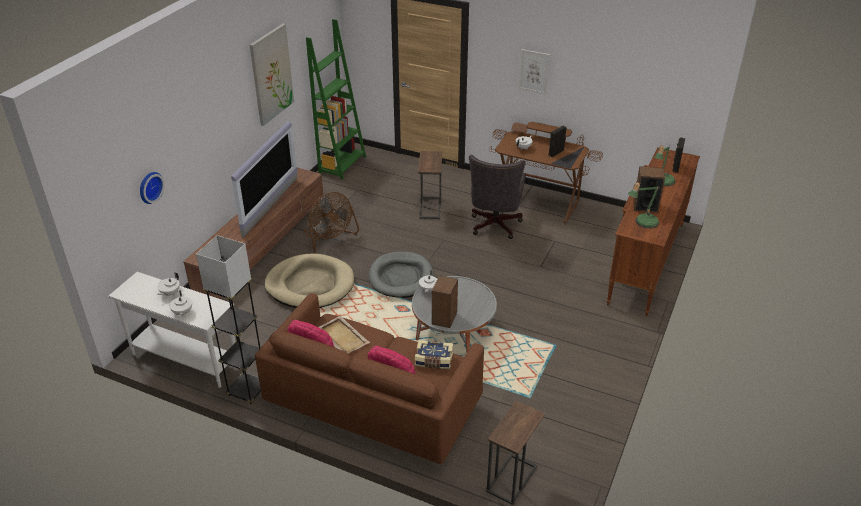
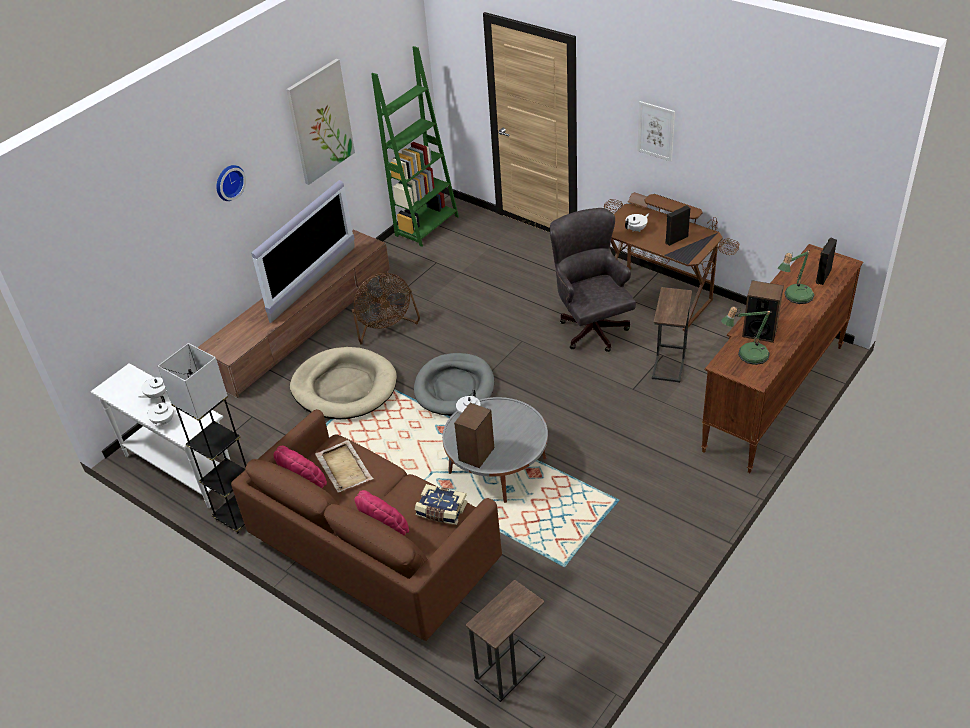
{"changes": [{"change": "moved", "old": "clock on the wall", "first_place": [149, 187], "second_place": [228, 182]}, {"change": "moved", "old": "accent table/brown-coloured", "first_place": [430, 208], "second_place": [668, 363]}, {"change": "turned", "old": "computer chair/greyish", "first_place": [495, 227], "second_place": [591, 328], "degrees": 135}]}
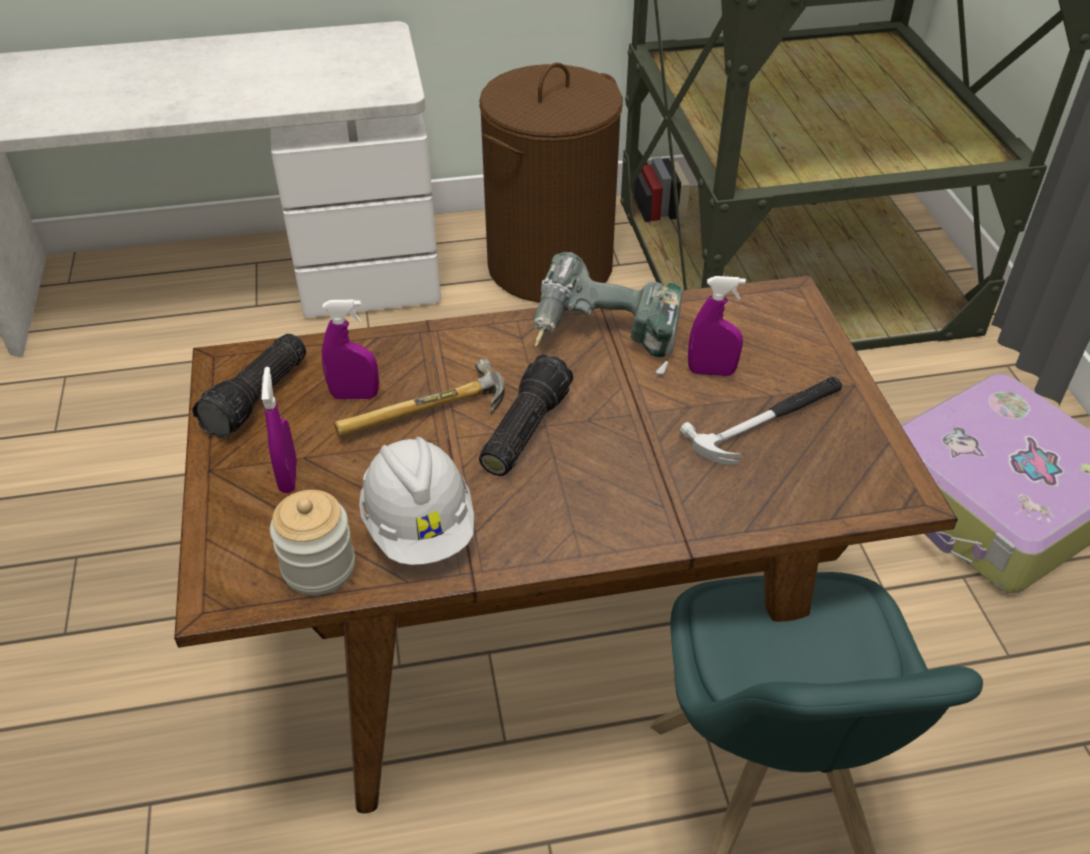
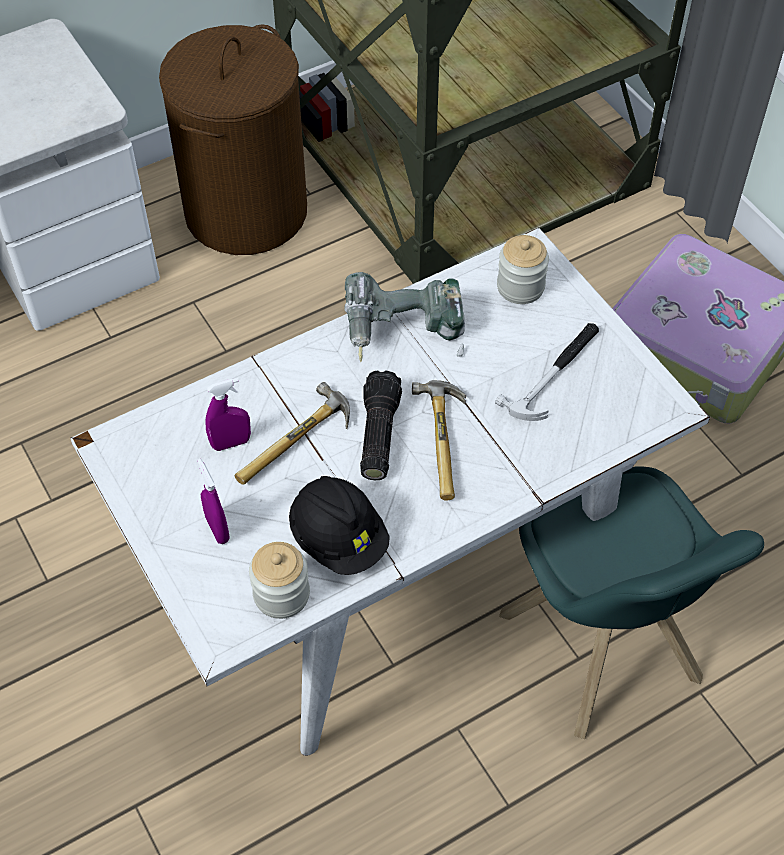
{"changes": [{"change": "removed", "old": "hand torch", "first_place": [258, 398]}, {"change": "removed", "old": "spray bottle/purple", "first_place": [711, 371]}, {"change": "added", "new": "tool hammer", "second_place": [448, 442]}, {"change": "added", "new": "jar", "second_place": [520, 287]}, {"change": "recoloured", "old": "kitchen table/brown-coloured", "new": "kitchen table/white", "first_place": [545, 645], "second_place": [392, 577]}, {"change": "recoloured", "old": "safety helmet/white", "new": "safety helmet/black", "first_place": [419, 526], "second_place": [338, 539]}]}
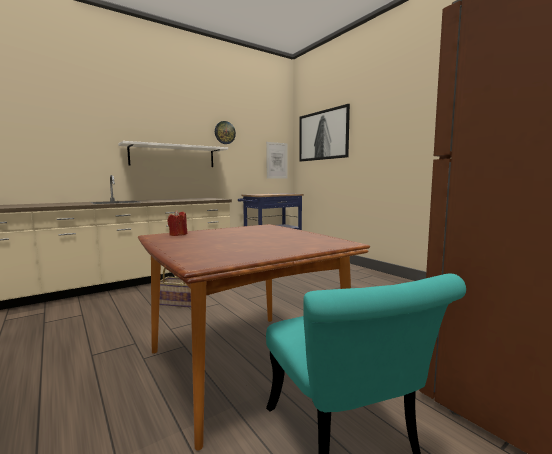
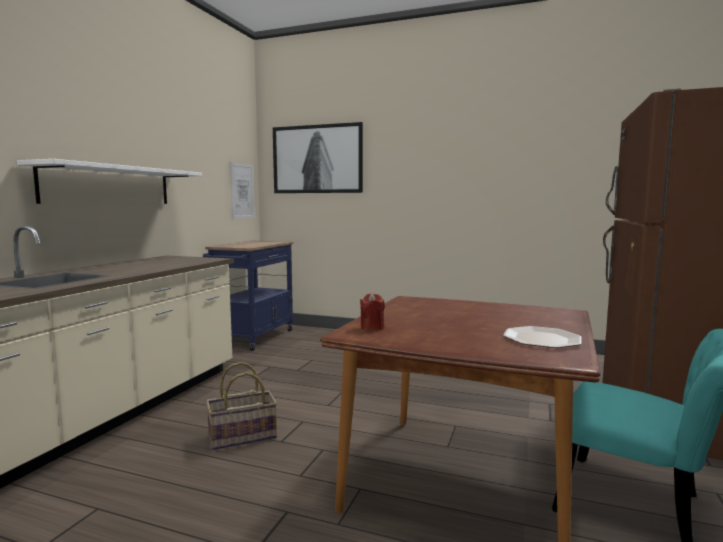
{"changes": [{"change": "removed", "old": "clock on the wall", "first_place": [224, 132]}, {"change": "added", "new": "flat dish", "second_place": [541, 339]}]}
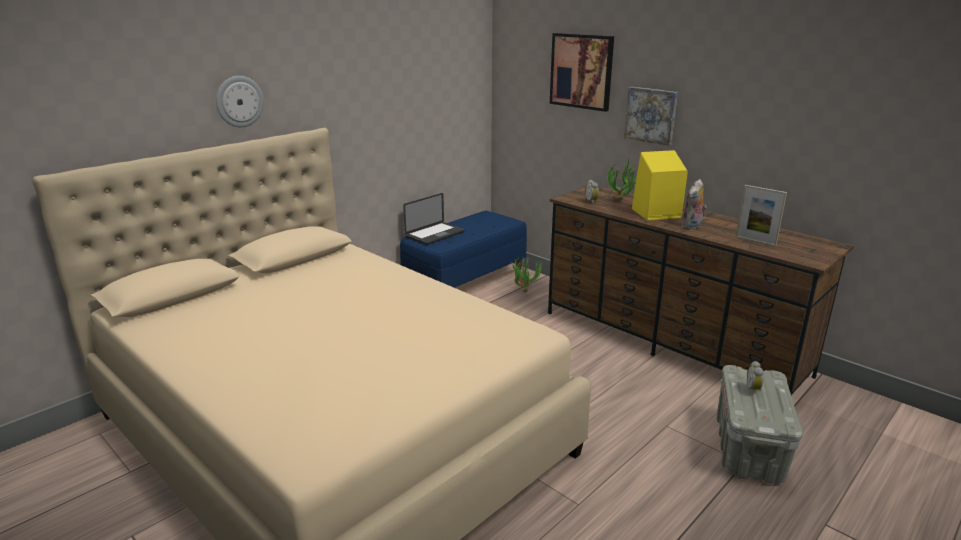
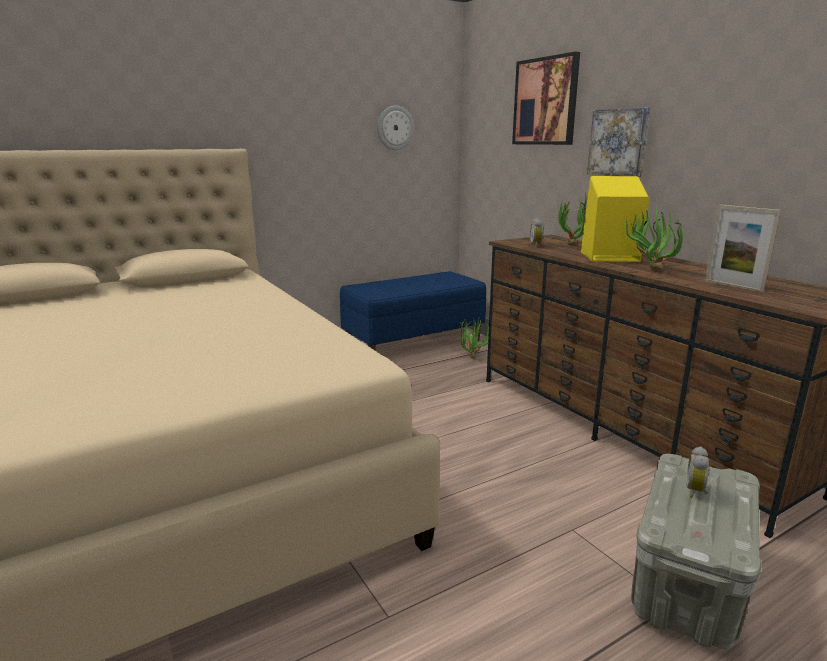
{"changes": [{"change": "removed", "old": "portable computer", "first_place": [435, 234]}, {"change": "moved", "old": "clock on the wall", "first_place": [239, 101], "second_place": [395, 128]}, {"change": "replaced", "old": "cuddly toy", "new": "plant in a pot", "first_place": [692, 227], "second_place": [649, 269]}]}
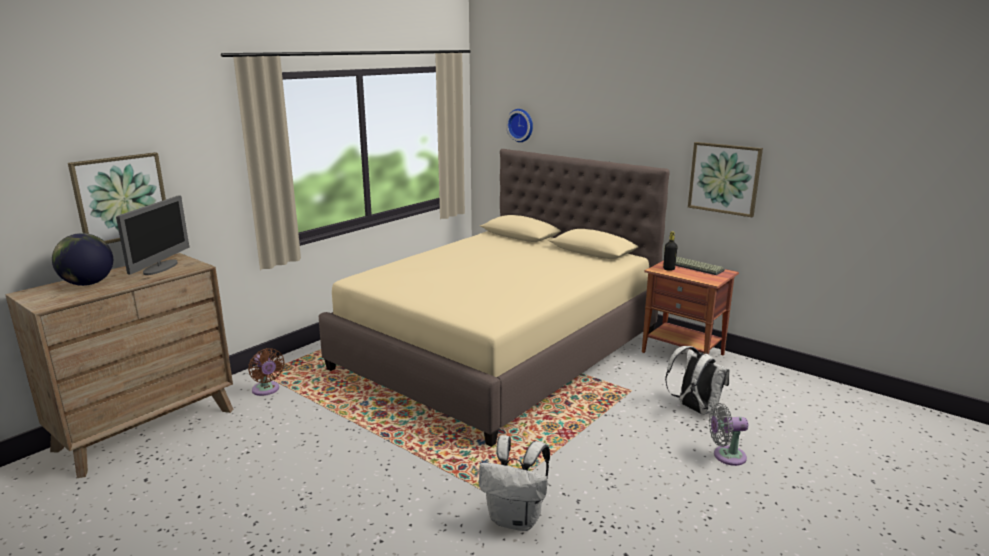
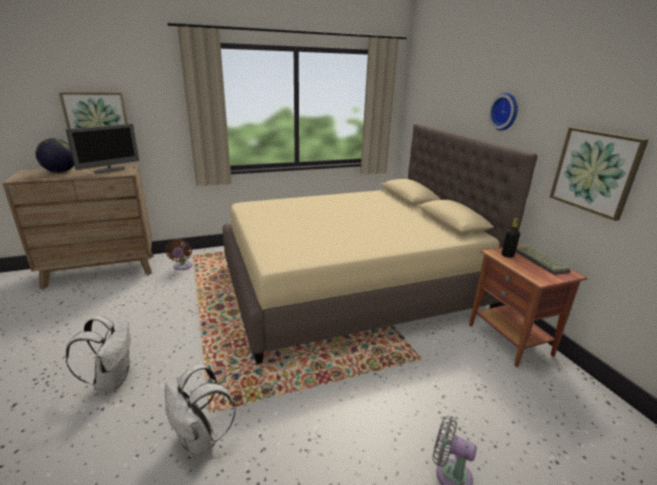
{"changes": [{"change": "moved", "old": "clock on the wall", "first_place": [521, 125], "second_place": [505, 111]}, {"change": "moved", "old": "knapsack/white", "first_place": [694, 409], "second_place": [112, 379]}]}
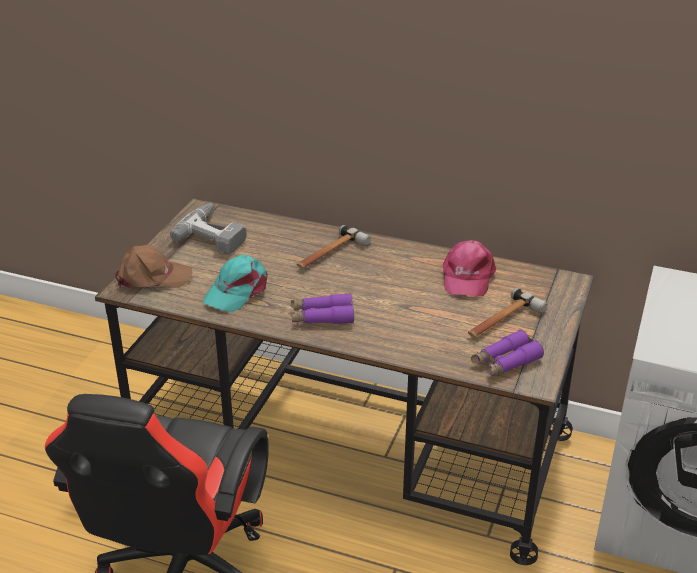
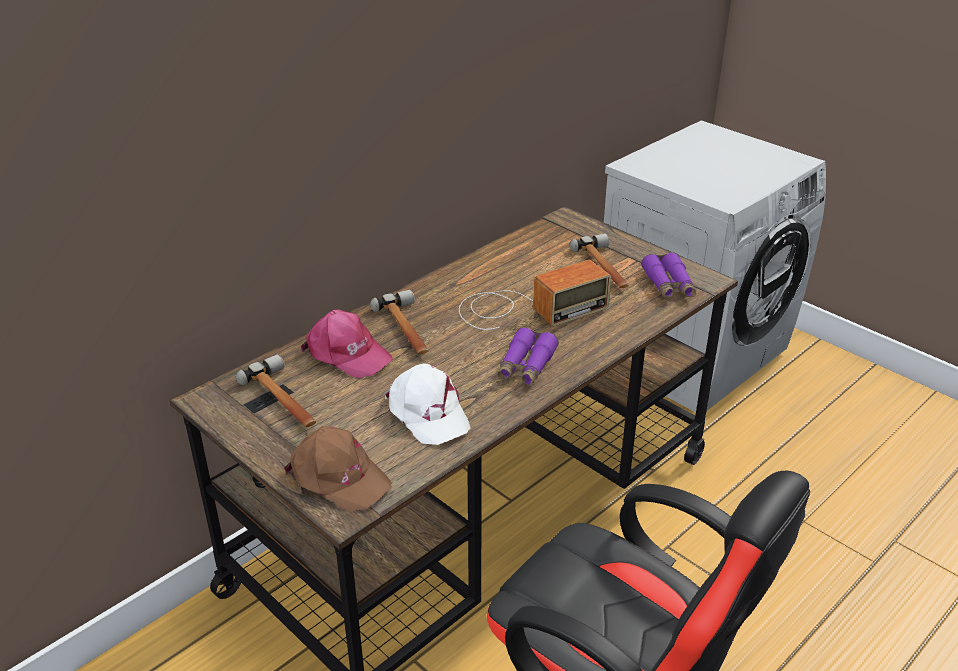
{"changes": [{"change": "added", "new": "radio receiver", "second_place": [526, 308]}, {"change": "moved", "old": "cap/pinkish", "first_place": [467, 276], "second_place": [347, 354]}, {"change": "replaced", "old": "drill", "new": "tool hammer", "first_place": [216, 234], "second_place": [284, 400]}, {"change": "recoloured", "old": "cap/blue-green", "new": "cap/white", "first_place": [237, 290], "second_place": [427, 413]}, {"change": "turned", "old": "cap/brown-coloured", "first_place": [152, 277], "second_place": [338, 477], "degrees": 105}]}
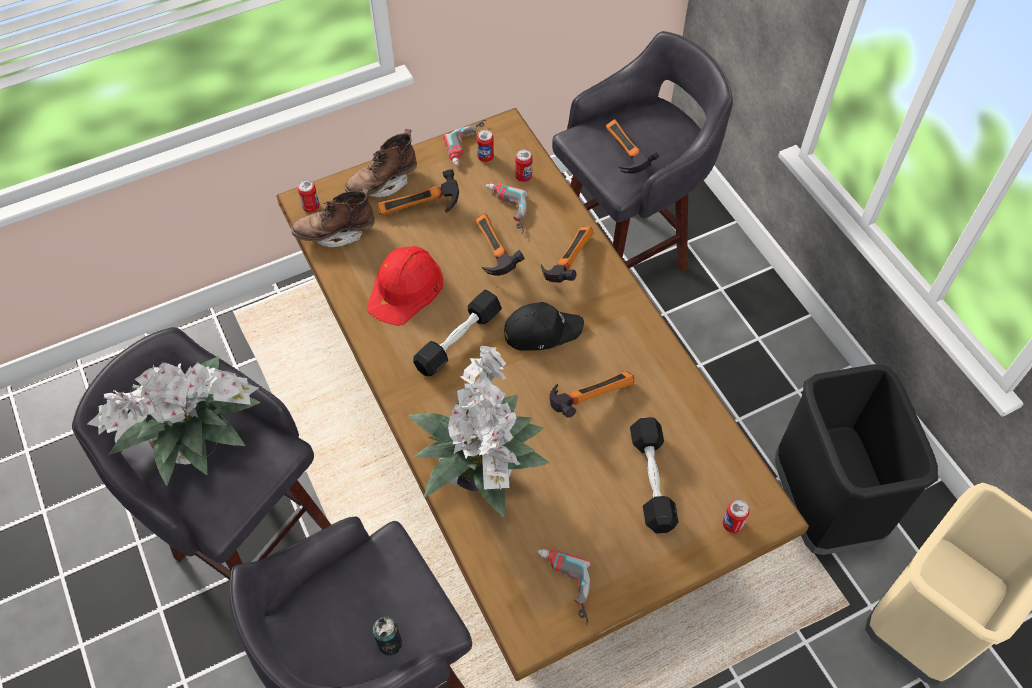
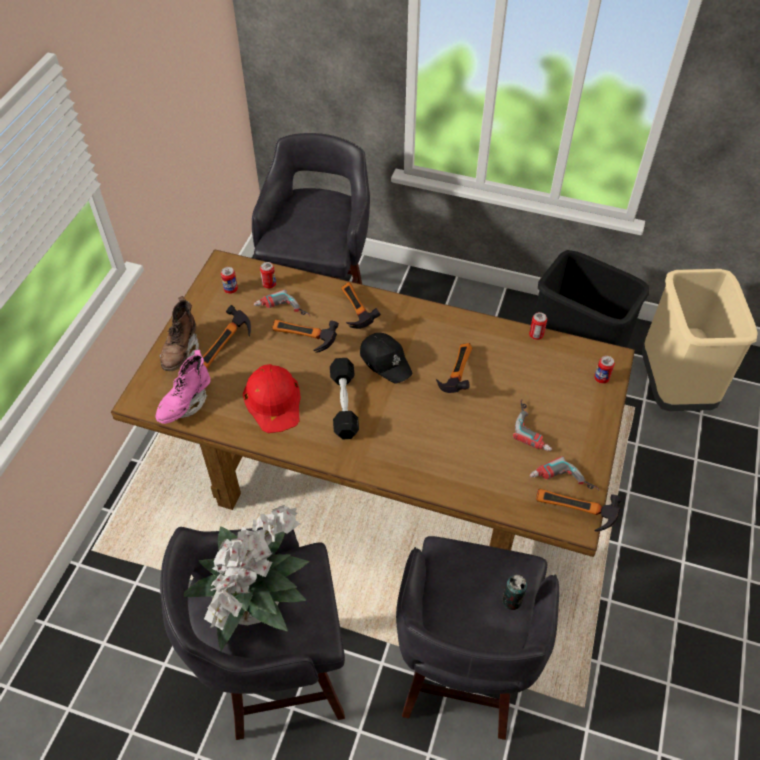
{"changes": [{"change": "removed", "old": "plant in a pot", "first_place": [480, 470]}, {"change": "removed", "old": "dumbbell/black", "first_place": [651, 480]}, {"change": "moved", "old": "metal can", "first_place": [311, 207], "second_place": [536, 335]}, {"change": "moved", "old": "drill", "first_place": [470, 146], "second_place": [535, 428]}, {"change": "moved", "old": "tool hammer", "first_place": [622, 156], "second_place": [573, 515]}, {"change": "recoloured", "old": "high-top boot/brown-coloured", "new": "high-top boot/pinkish", "first_place": [336, 233], "second_place": [185, 403]}, {"change": "turned", "old": "cap/black", "first_place": [541, 330], "second_place": [386, 361], "degrees": 105}]}
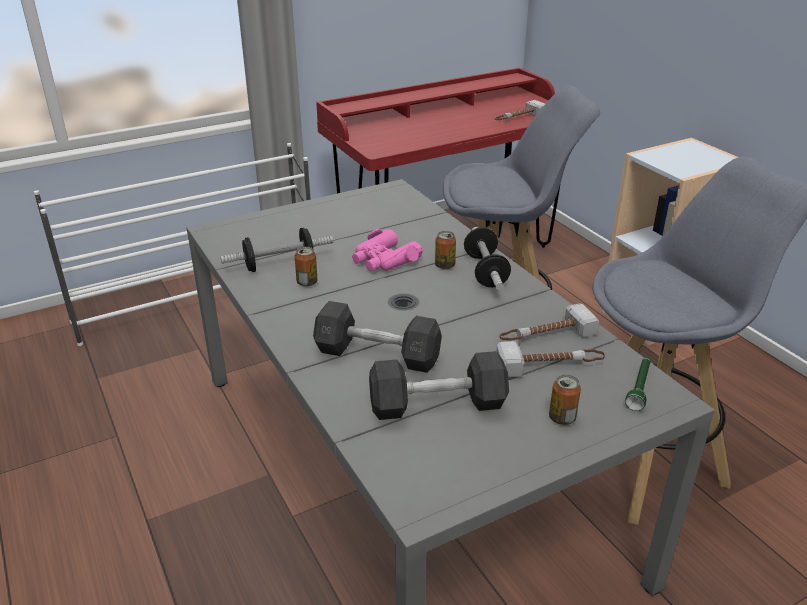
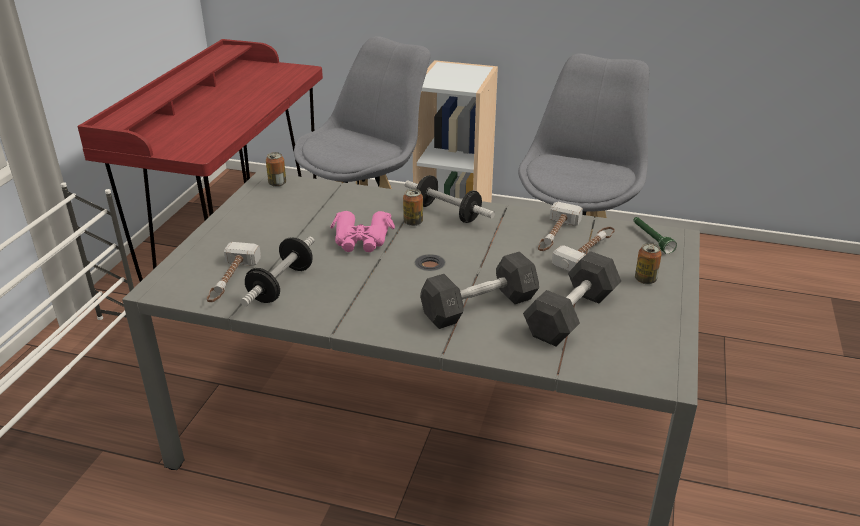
{"changes": [{"change": "moved", "old": "metal can", "first_place": [307, 282], "second_place": [277, 183]}, {"change": "moved", "old": "tool hammer", "first_place": [518, 118], "second_place": [230, 280]}]}
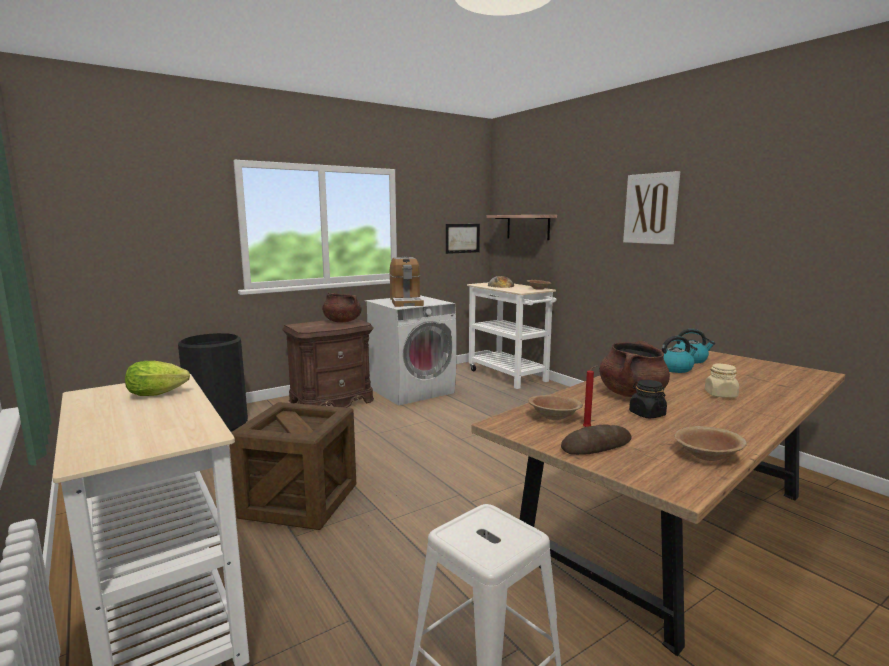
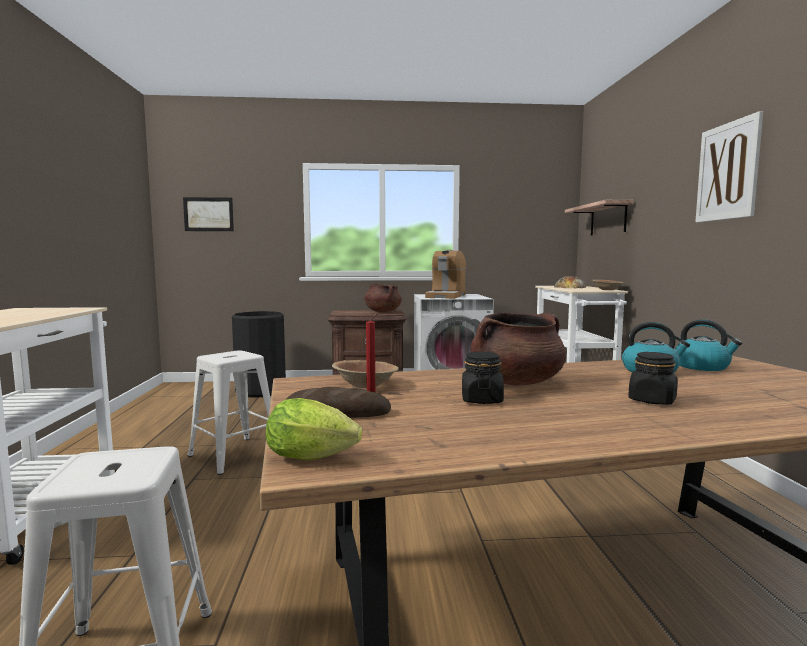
{"changes": [{"change": "removed", "old": "bowl/brown-coloured", "first_place": [707, 456]}, {"change": "moved", "old": "lettuce", "first_place": [160, 394], "second_place": [316, 458]}, {"change": "moved", "old": "wall art", "first_place": [462, 238], "second_place": [208, 214]}, {"change": "replaced", "old": "packing crate", "new": "sitting stool/white", "first_place": [300, 501], "second_place": [234, 455]}, {"change": "recoloured", "old": "jar/sand-coloured", "new": "jar/black", "first_place": [720, 395], "second_place": [652, 400]}]}
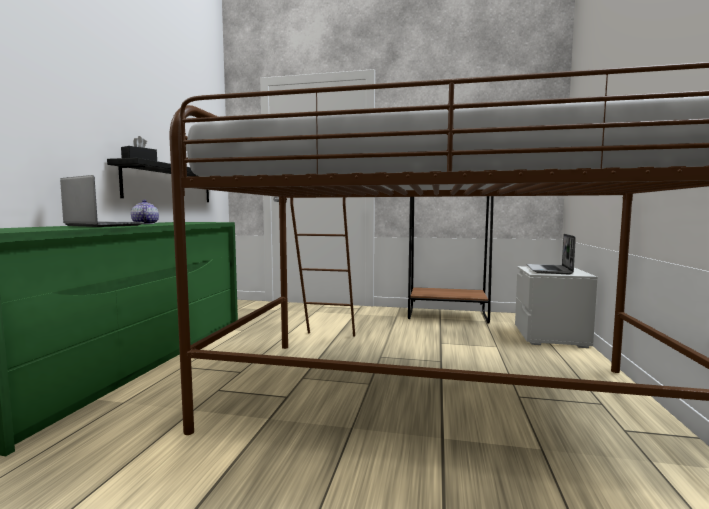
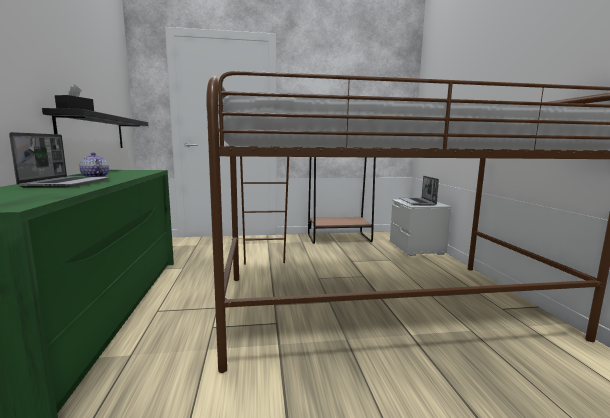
{"changes": [{"change": "turned", "old": "portable computer", "first_place": [102, 225], "second_place": [67, 183], "degrees": 75}]}
